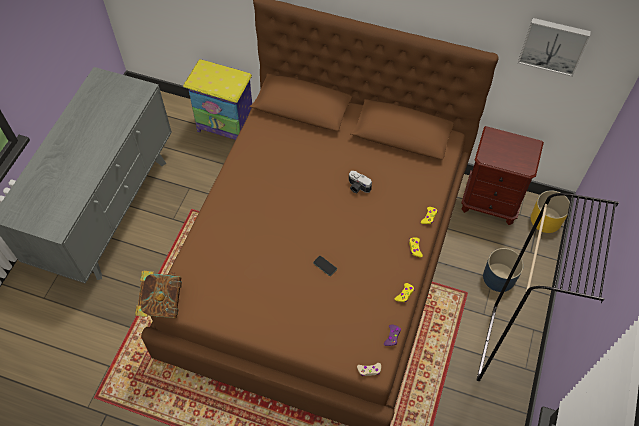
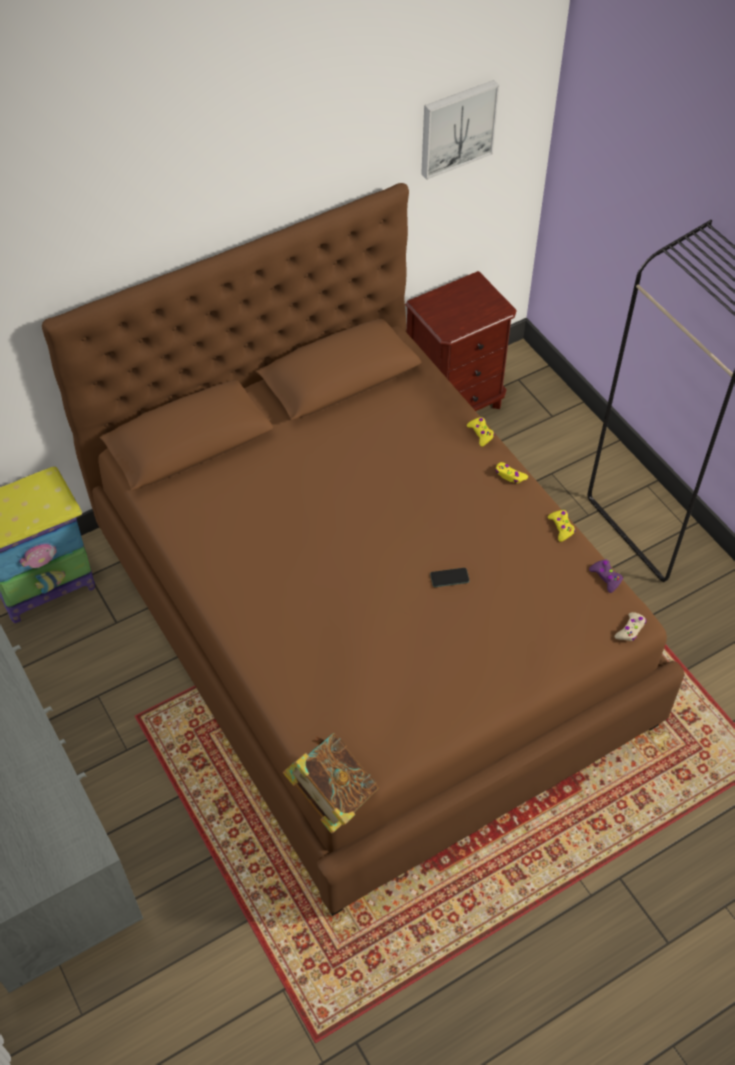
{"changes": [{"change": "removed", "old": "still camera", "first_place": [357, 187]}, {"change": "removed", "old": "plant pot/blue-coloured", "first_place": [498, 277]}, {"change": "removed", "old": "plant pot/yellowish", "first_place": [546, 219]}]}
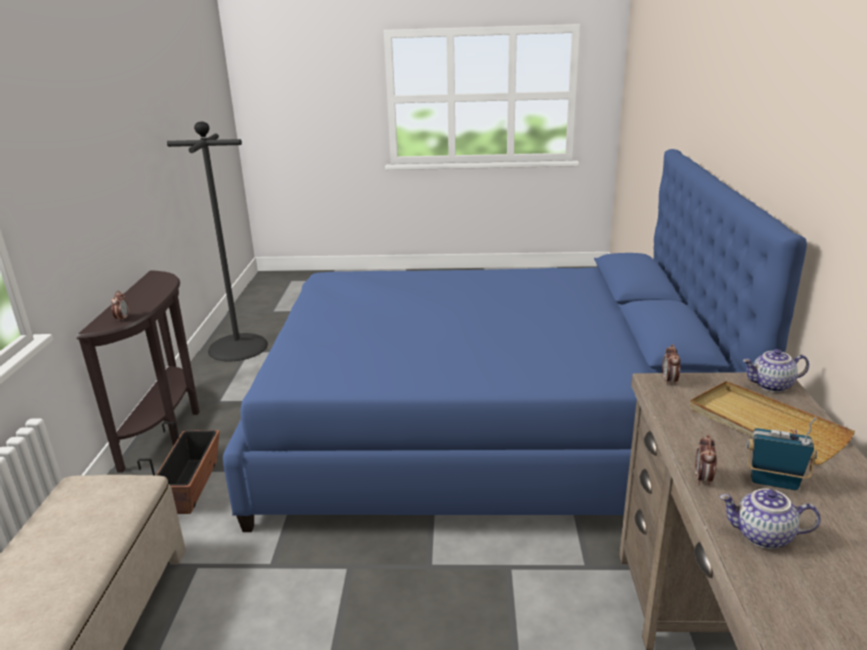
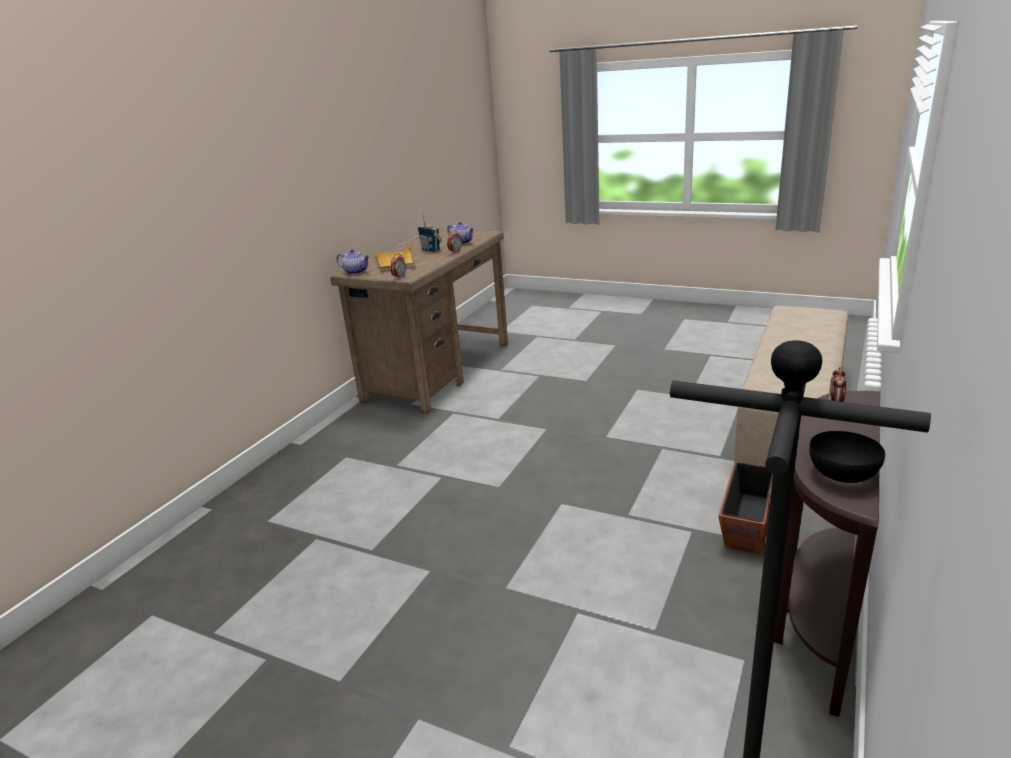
{"changes": [{"change": "removed", "old": "bedroom bed/blue-coloured", "first_place": [485, 434]}, {"change": "added", "new": "bowl/black", "second_place": [842, 474]}]}
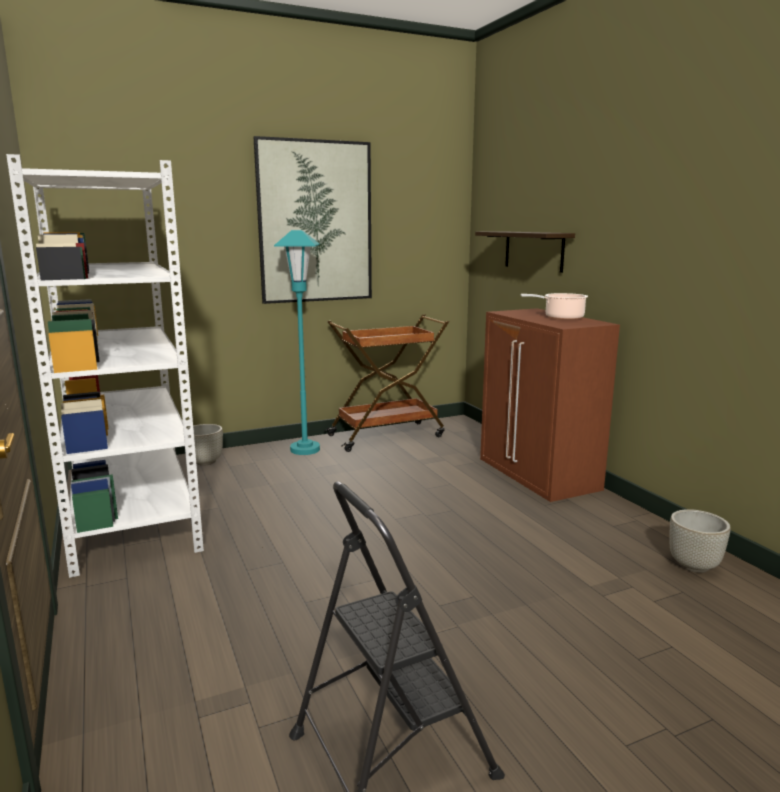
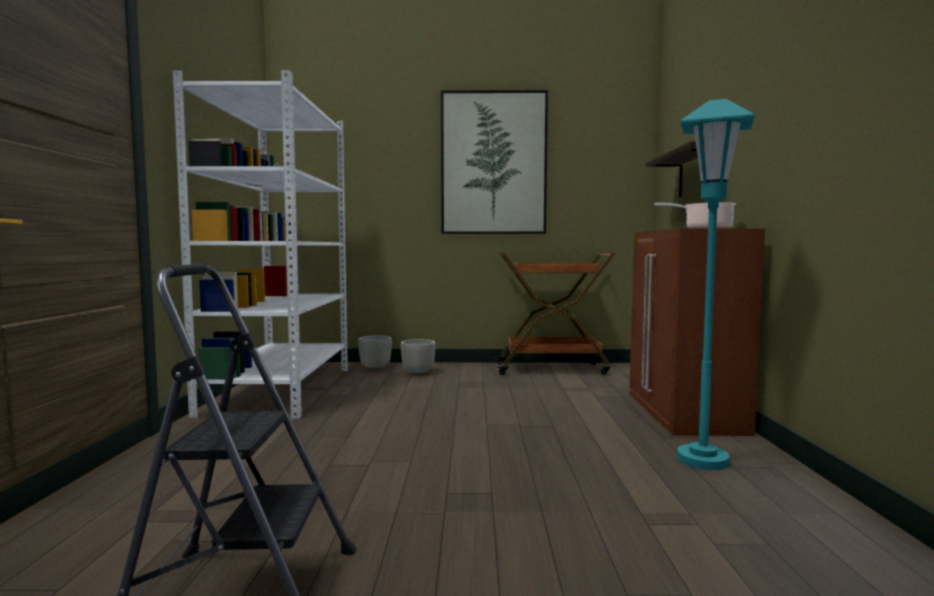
{"changes": [{"change": "moved", "old": "standing lamp/blue-green", "first_place": [305, 449], "second_place": [702, 460]}, {"change": "moved", "old": "plant pot/greyish", "first_place": [694, 566], "second_place": [418, 373]}]}
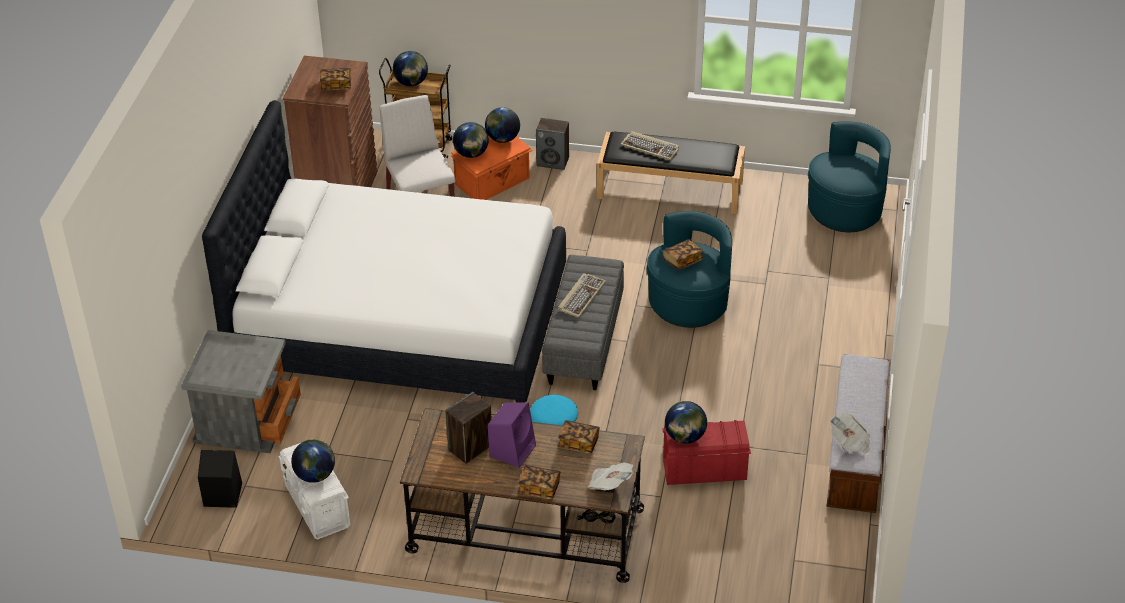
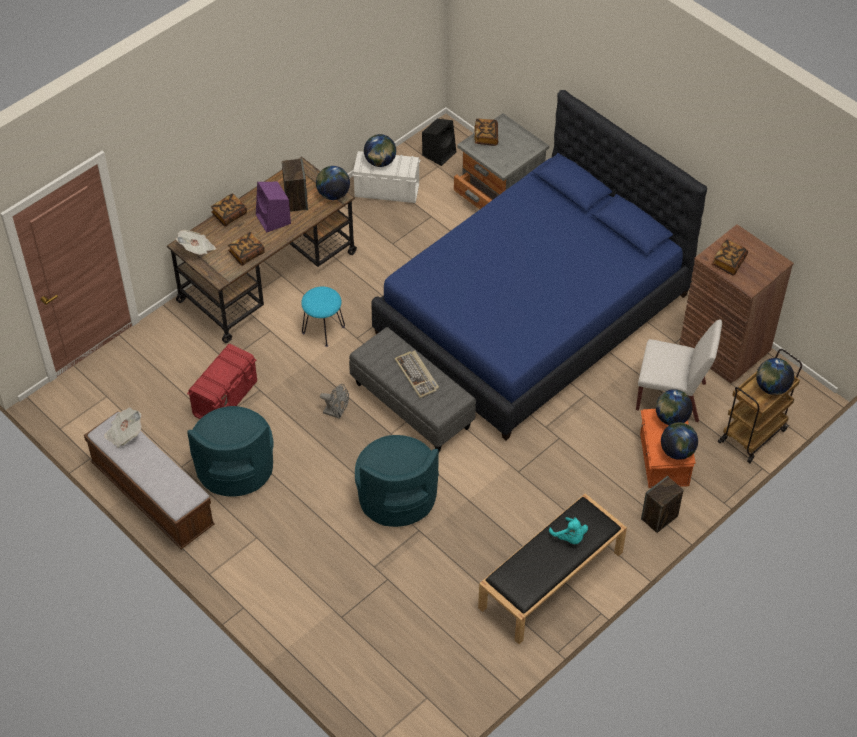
{"changes": [{"change": "added", "new": "fan/greyish", "second_place": [336, 413]}, {"change": "moved", "old": "book", "first_place": [682, 260], "second_place": [486, 137]}, {"change": "moved", "old": "desk globe", "first_place": [685, 437], "second_place": [333, 194]}, {"change": "moved", "old": "lounge chair/blue-green", "first_place": [844, 211], "second_place": [235, 468]}, {"change": "replaced", "old": "keyboard", "new": "cuddly toy/blue-green", "first_place": [650, 147], "second_place": [569, 537]}, {"change": "recoloured", "old": "bedroom bed/white", "new": "bedroom bed/blue-coloured", "first_place": [399, 320], "second_place": [533, 314]}]}
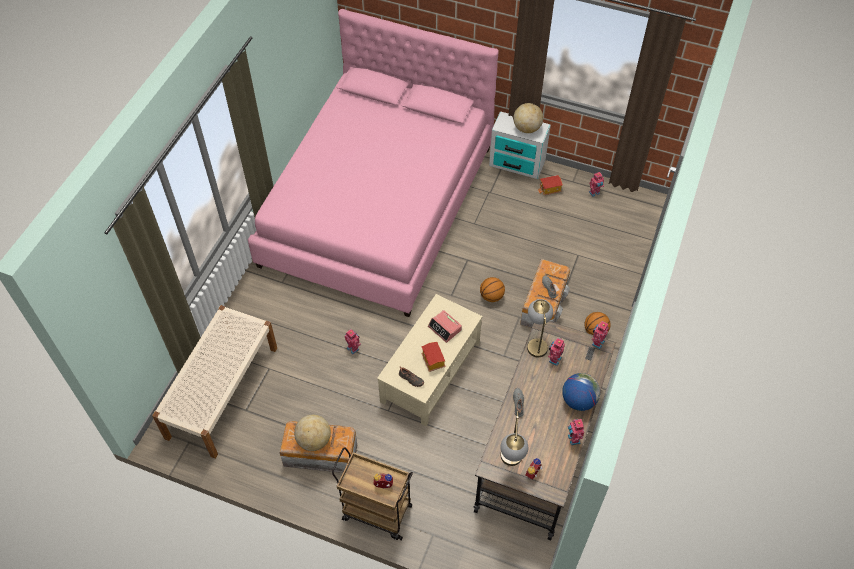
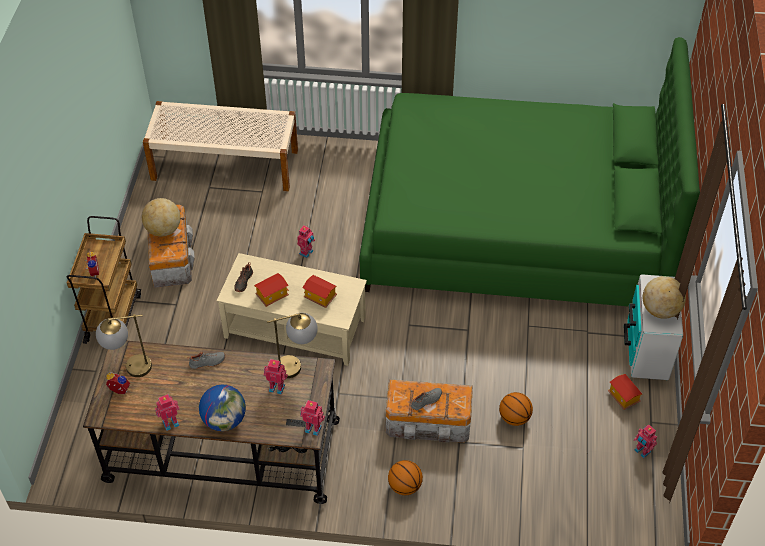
{"changes": [{"change": "moved", "old": "basketball ball", "first_place": [491, 296], "second_place": [514, 418]}, {"change": "replaced", "old": "table clock", "new": "toy house", "first_place": [445, 328], "second_place": [319, 297]}, {"change": "recoloured", "old": "bedroom bed/pinkish", "new": "bedroom bed/greenish", "first_place": [379, 205], "second_place": [516, 228]}]}
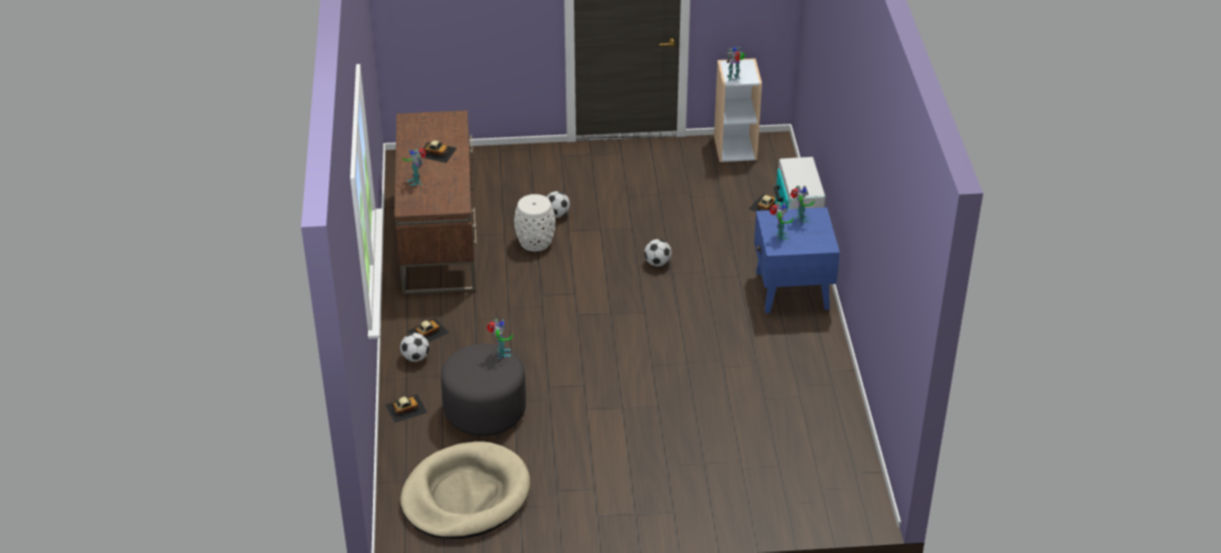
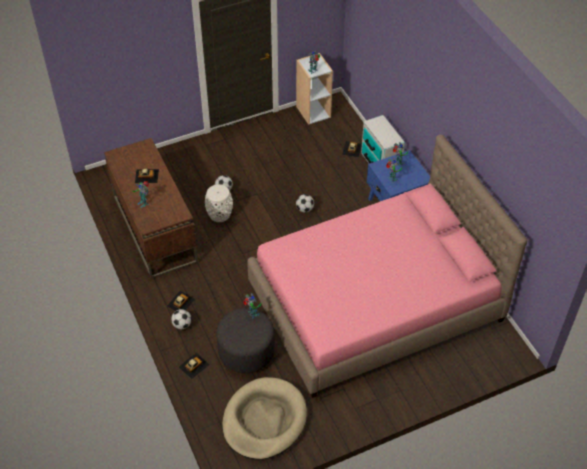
{"changes": [{"change": "added", "new": "bedroom bed/pinkish", "second_place": [375, 302]}]}
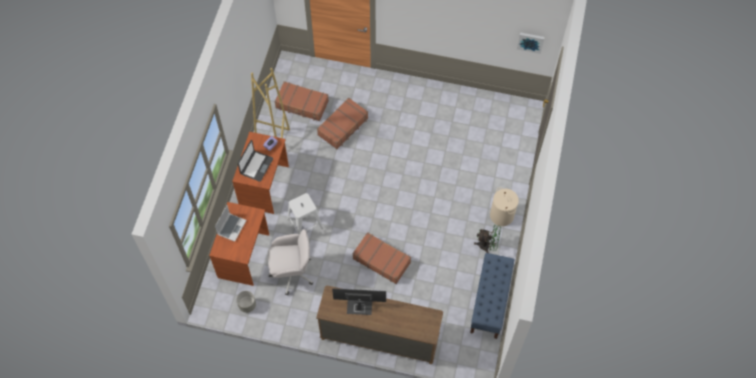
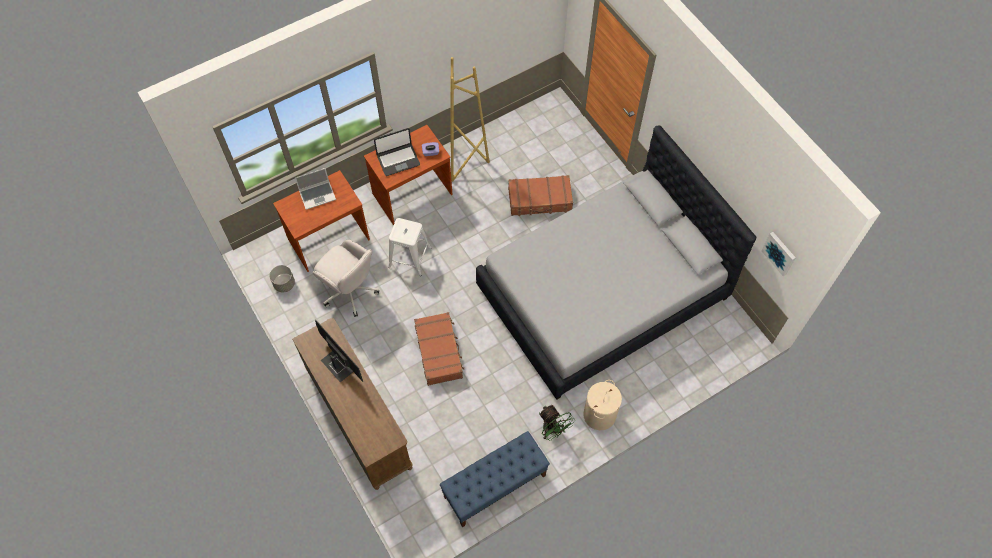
{"changes": [{"change": "removed", "old": "travel case/brown-coloured", "first_place": [302, 105]}, {"change": "added", "new": "bedroom bed/greyish", "second_place": [602, 292]}]}
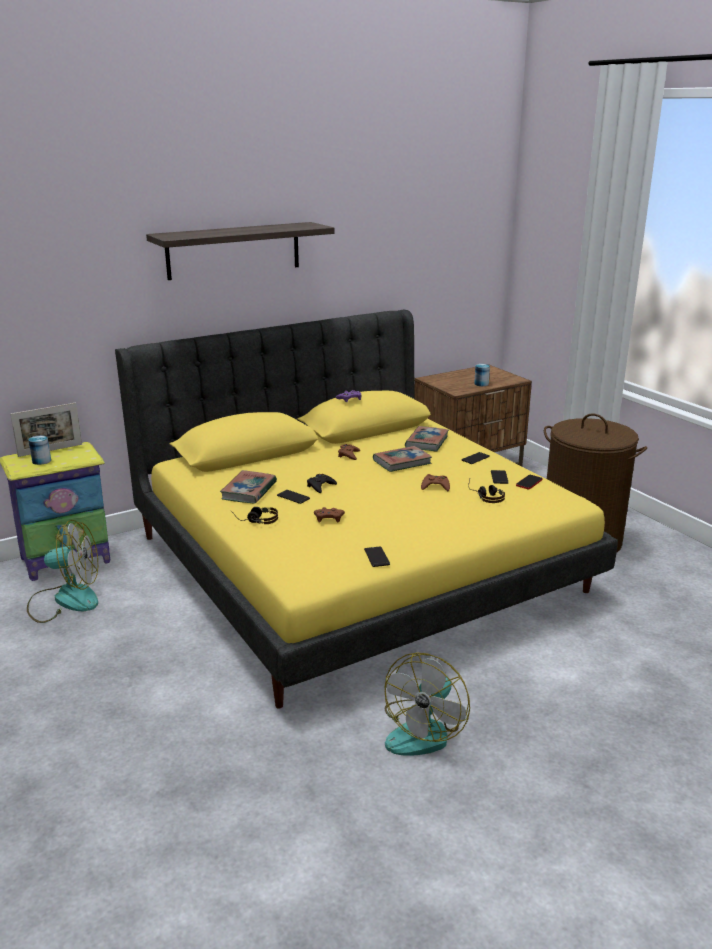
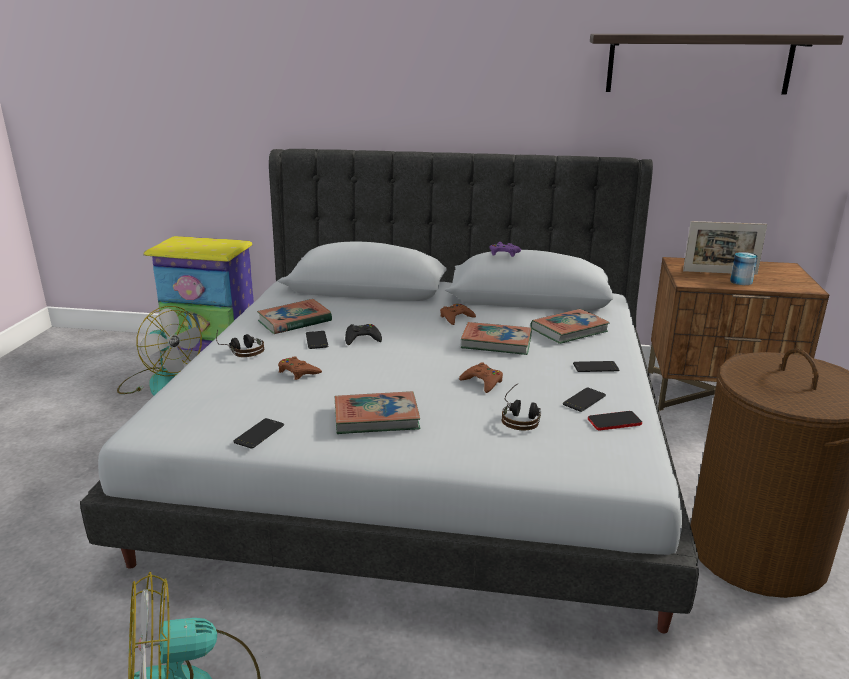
{"changes": [{"change": "removed", "old": "metal can", "first_place": [41, 461]}, {"change": "added", "new": "book", "second_place": [376, 418]}, {"change": "moved", "old": "photo frame", "first_place": [50, 450], "second_place": [719, 272]}, {"change": "moved", "old": "shelf", "first_place": [234, 250], "second_place": [698, 63]}, {"change": "recoloured", "old": "bedroom bed/yellowish", "new": "bedroom bed/greyish", "first_place": [356, 564], "second_place": [424, 453]}]}
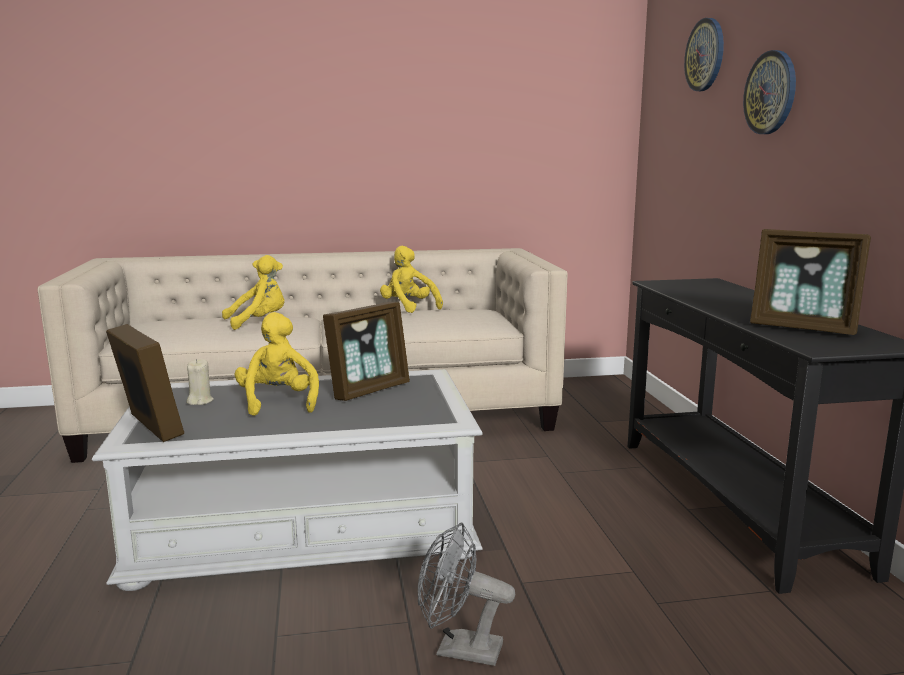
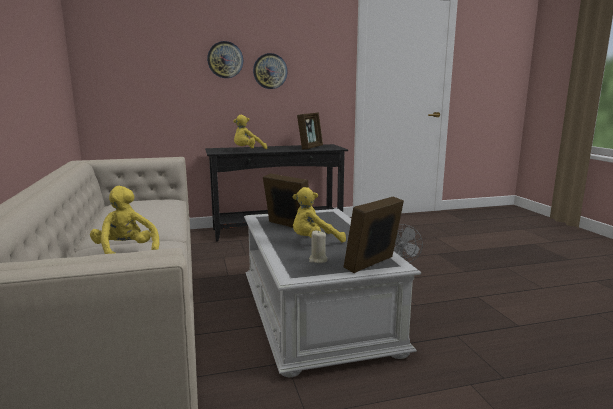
{"changes": [{"change": "moved", "old": "cuddly toy/yellowish", "first_place": [408, 308], "second_place": [247, 150]}, {"change": "moved", "old": "clock on the wall", "first_place": [705, 55], "second_place": [270, 71]}]}
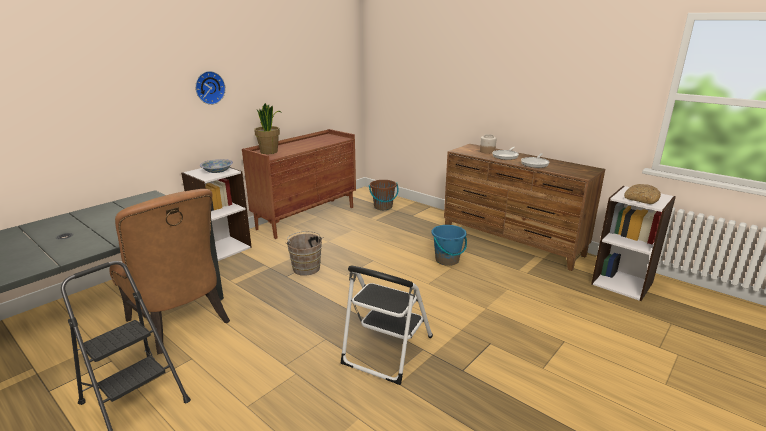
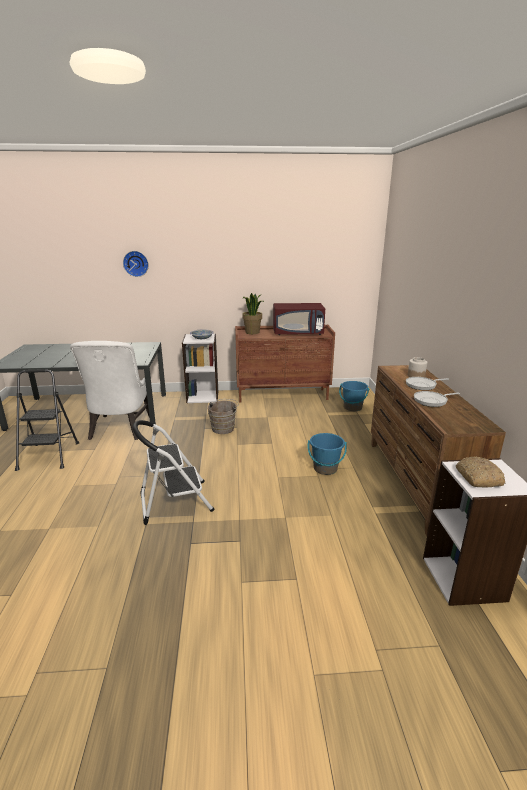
{"changes": [{"change": "added", "new": "microwave/red", "second_place": [298, 333]}, {"change": "moved", "old": "clock on the wall", "first_place": [209, 87], "second_place": [136, 263]}, {"change": "recoloured", "old": "chair/brown-coloured", "new": "chair/white", "first_place": [180, 321], "second_place": [120, 428]}, {"change": "recoloured", "old": "pail/brown-coloured", "new": "pail/blue-coloured", "first_place": [383, 207], "second_place": [352, 407]}]}
